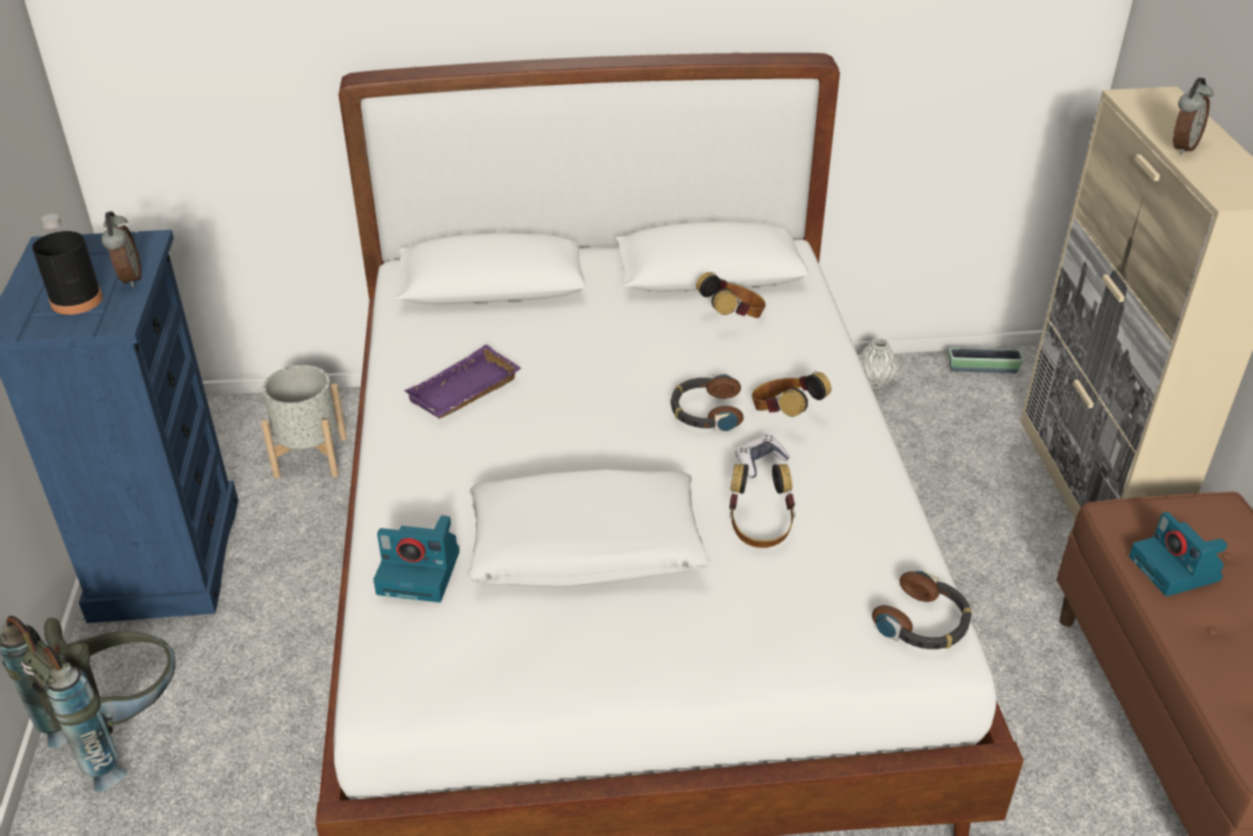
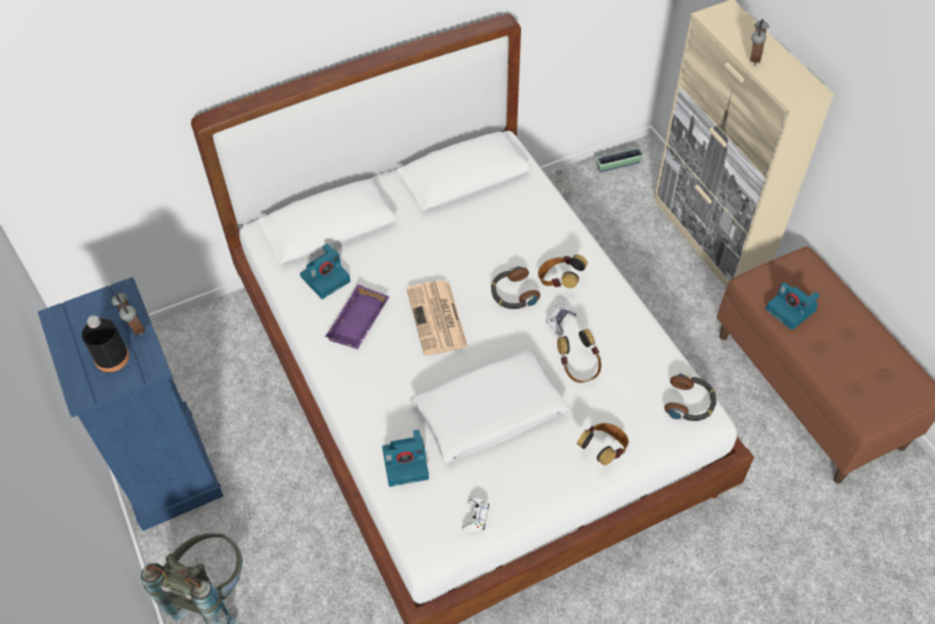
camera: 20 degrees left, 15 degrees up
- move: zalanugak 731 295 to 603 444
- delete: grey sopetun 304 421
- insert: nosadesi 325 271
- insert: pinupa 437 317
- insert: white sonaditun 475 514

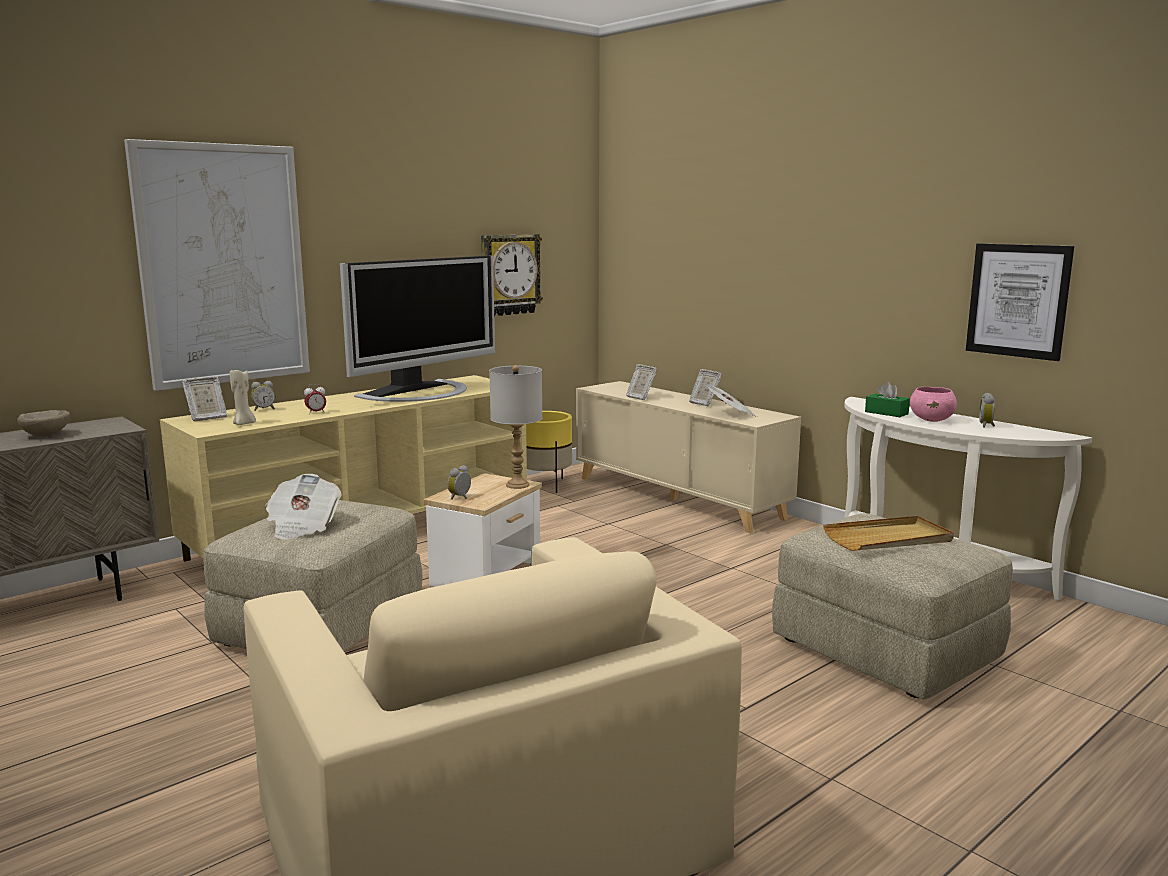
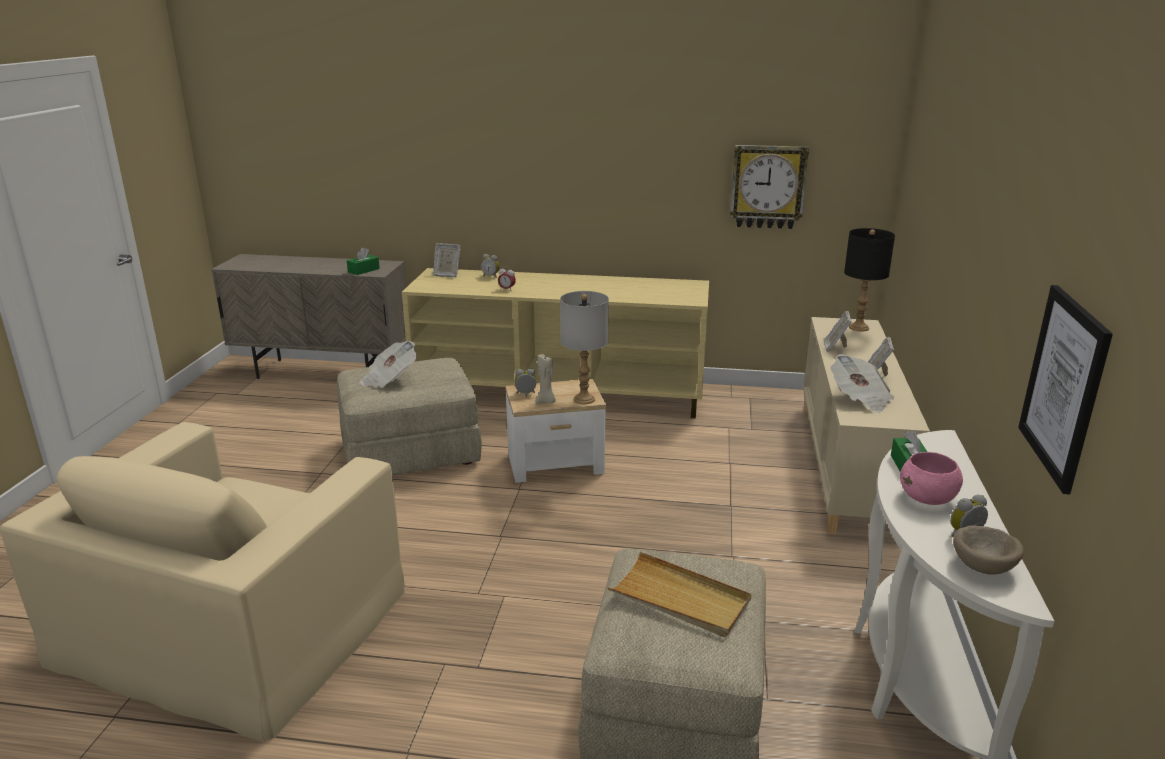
camera: 50 degrees right, 10 degrees up
- delete: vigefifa 217 265
- delete: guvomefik 417 329
- move: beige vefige 243 396 to 546 378
- move: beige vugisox 43 423 to 988 550
- delete: yellow sopetun 549 452
- insert: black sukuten 869 279
- insert: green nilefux 363 261

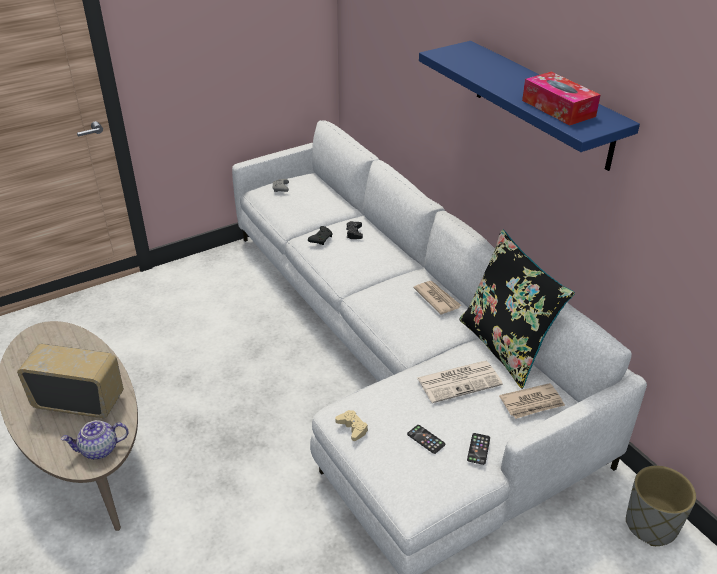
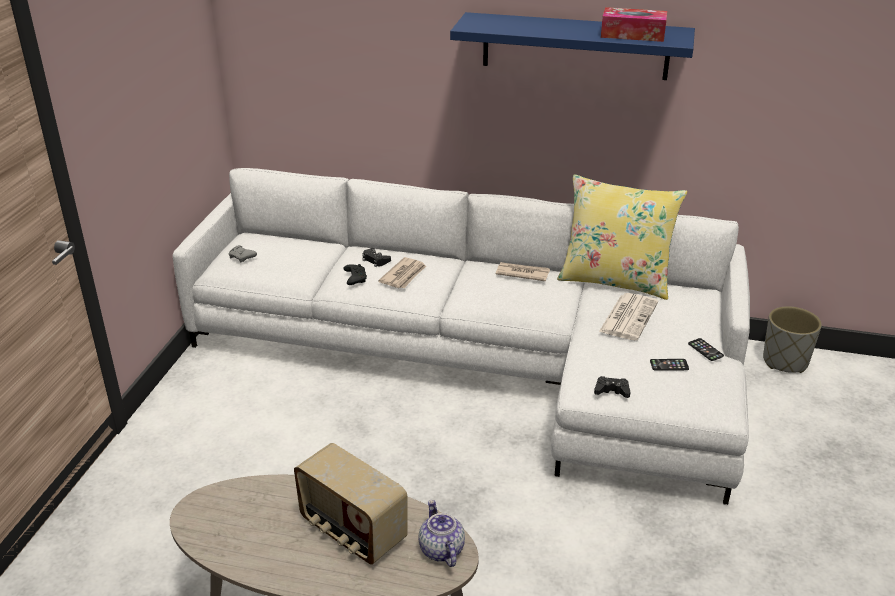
camera: 45 degrees left, 5 degrees down
- recolor: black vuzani 517 309 to yellow vuzani 622 237
- rotate: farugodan 70 381 = 351 504 105 degrees counterclockwise
- move: pinupa 532 401 to 402 272
- recolor: beige sonaditun 351 425 to black sonaditun 612 387
- rotate: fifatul 95 439 = 442 533 135 degrees clockwise

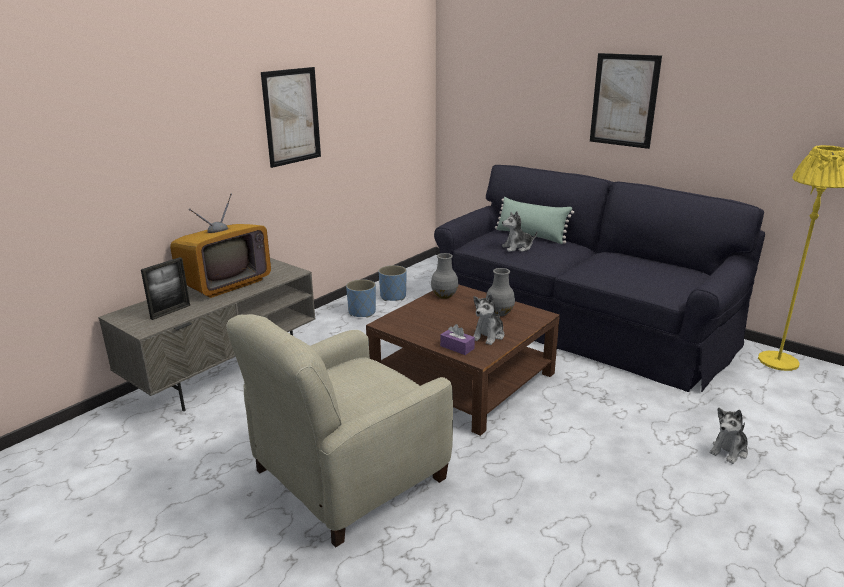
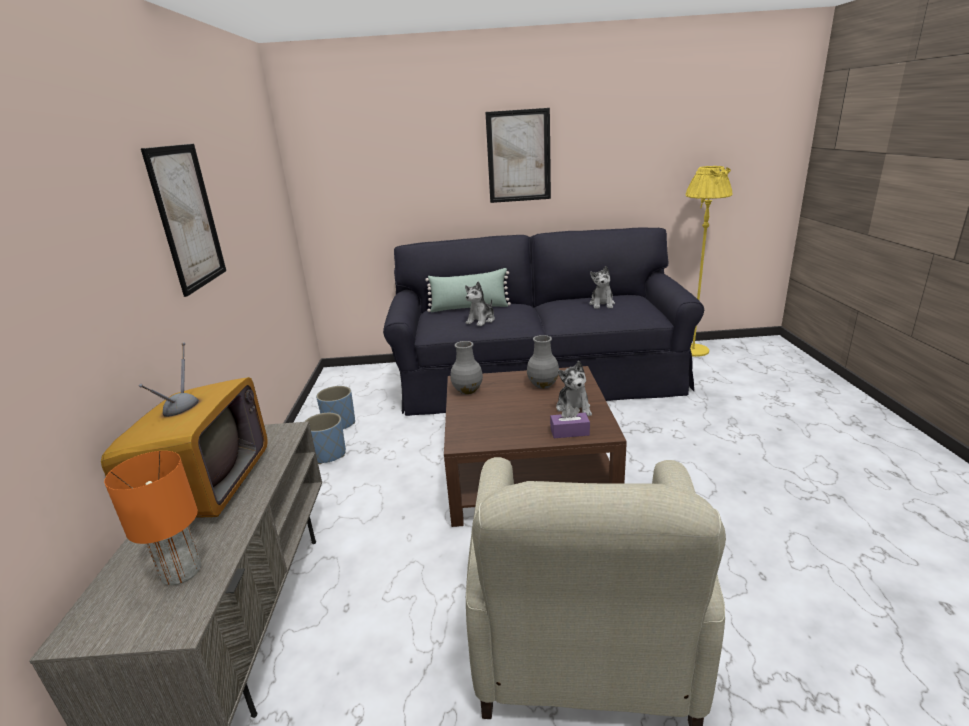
camera: 40 degrees left, 0 degrees up
- replace: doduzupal 165 288 to orange sukuten 152 518
- move: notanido 729 436 to 602 287

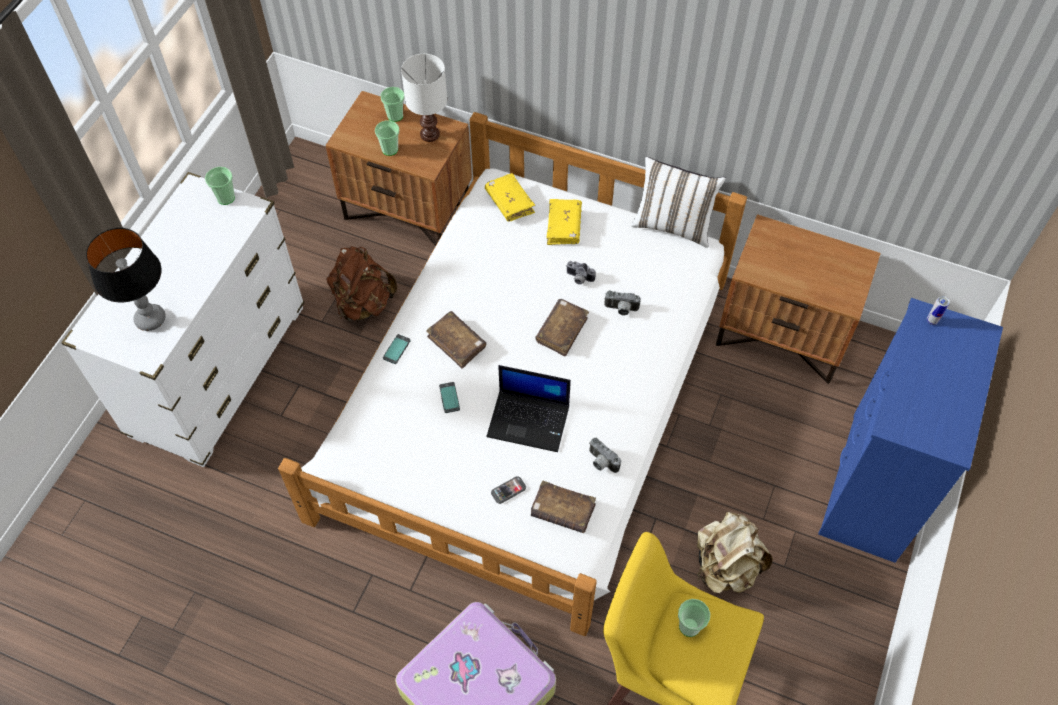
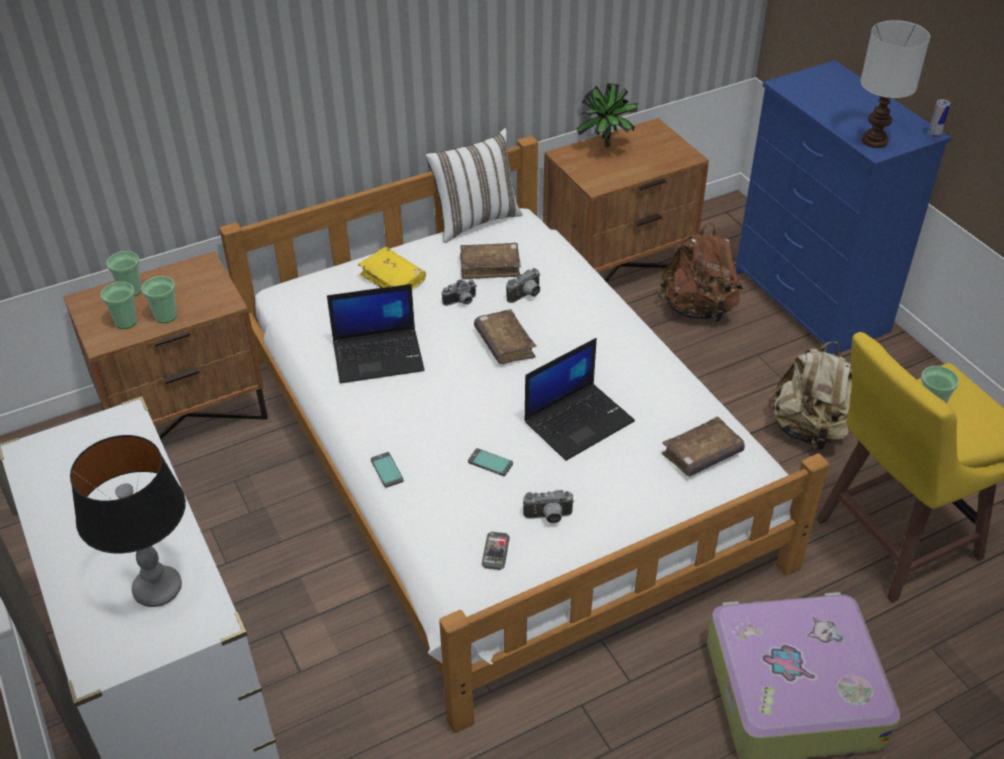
camera: 50 degrees left, 15 degrees down
- move: white sukuten 424 98 to 895 84
- move: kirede 220 186 to 118 305
- delete: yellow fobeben 510 197
- move: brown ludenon 362 284 to 700 272
- move: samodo 938 310 to 939 118
- move: brown fobeben 456 340 to 490 261
- move: nosadesi 605 455 to 548 507
- move: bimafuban 508 490 to 496 551
- insert: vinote 608 115
- insert: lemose 376 333

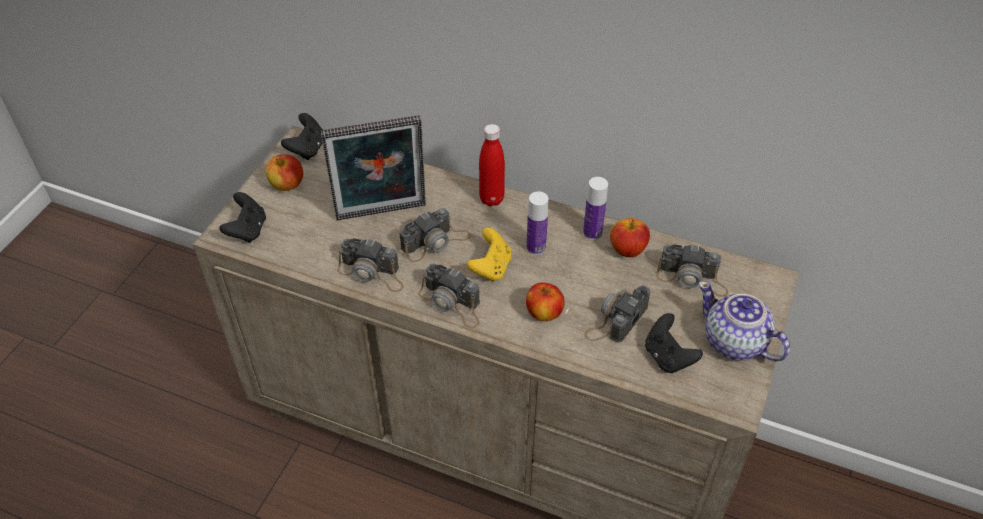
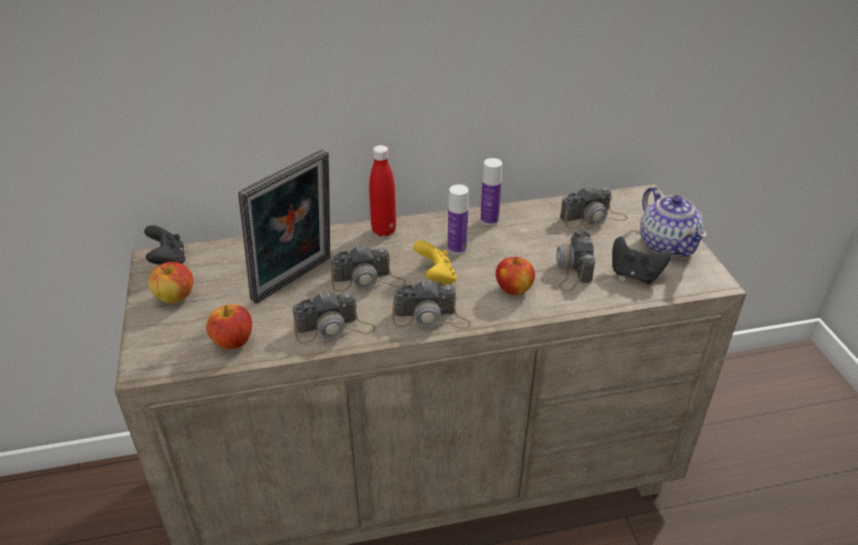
camera: 35 degrees left, 10 degrees down
- delete: black sonaditun 242 217
- rotate: nosadesi 435 235 = 368 268 60 degrees clockwise
- move: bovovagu 630 237 to 229 326
- rotate: fifatul 744 321 = 674 222 120 degrees counterclockwise

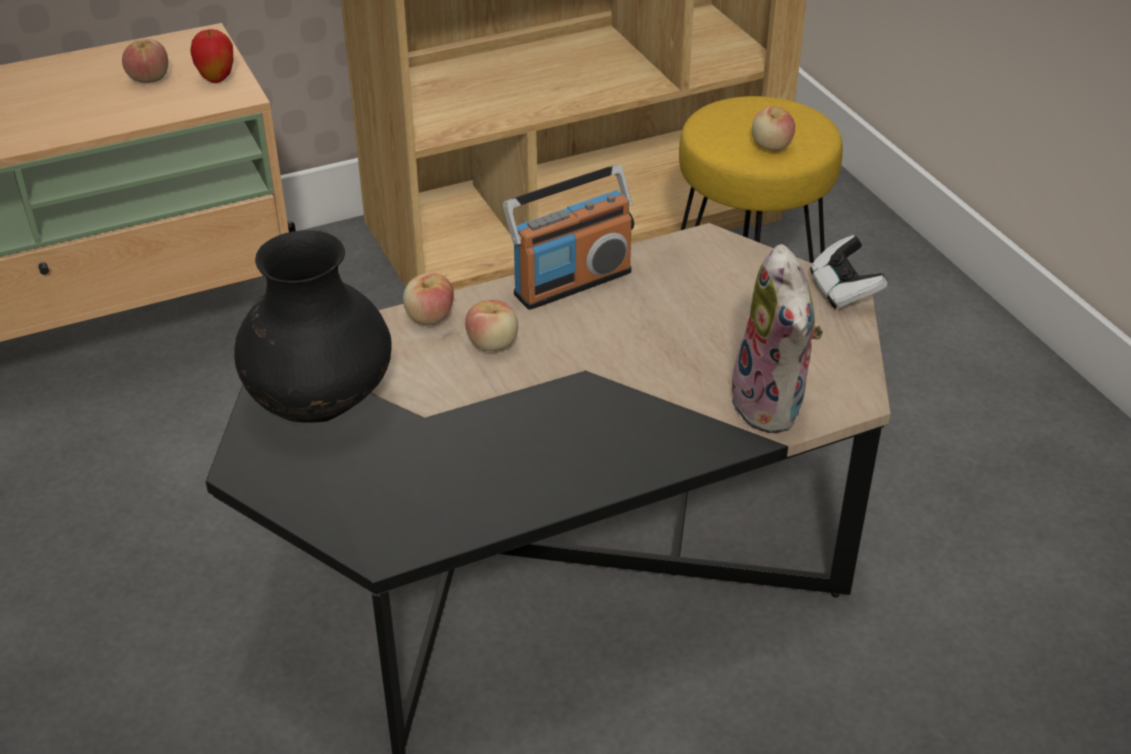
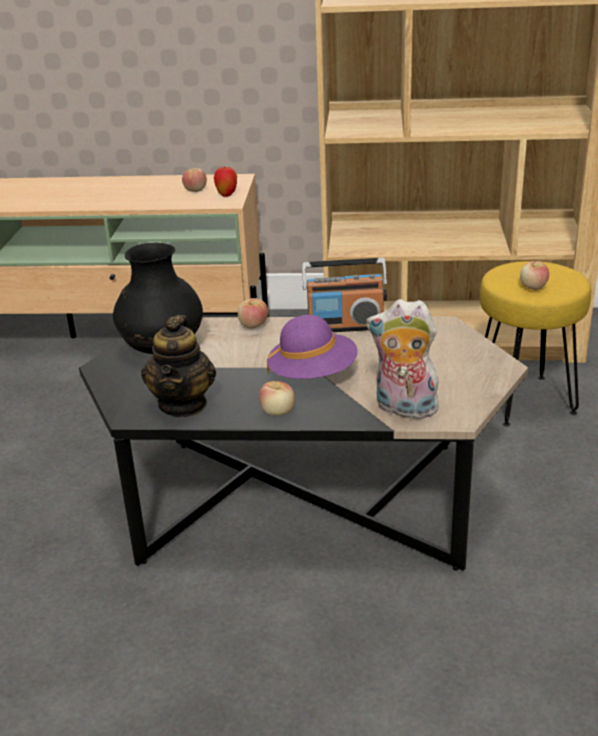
camera: 30 degrees right, 10 degrees down
- delete: sonaditun 849 272
- rotate: notanido 774 338 = 403 359 90 degrees clockwise
- move: bovovagu 491 325 to 277 398
- insert: fifatul 178 366
- insert: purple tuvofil 312 347

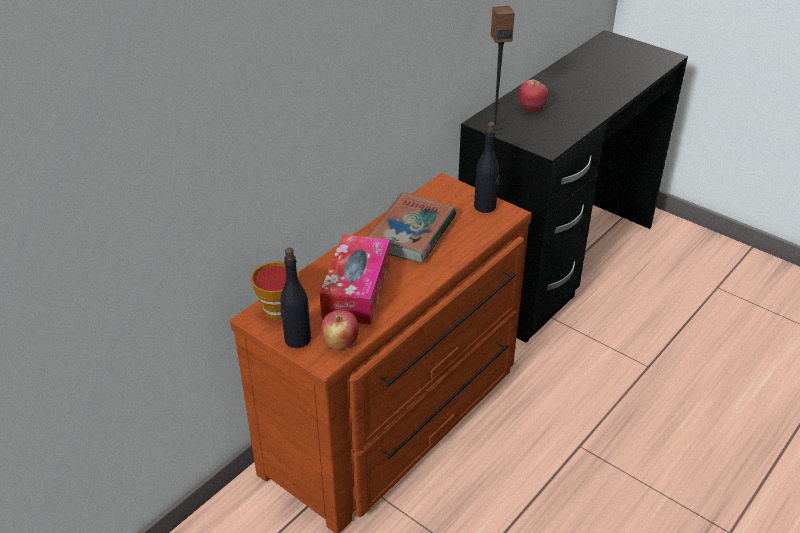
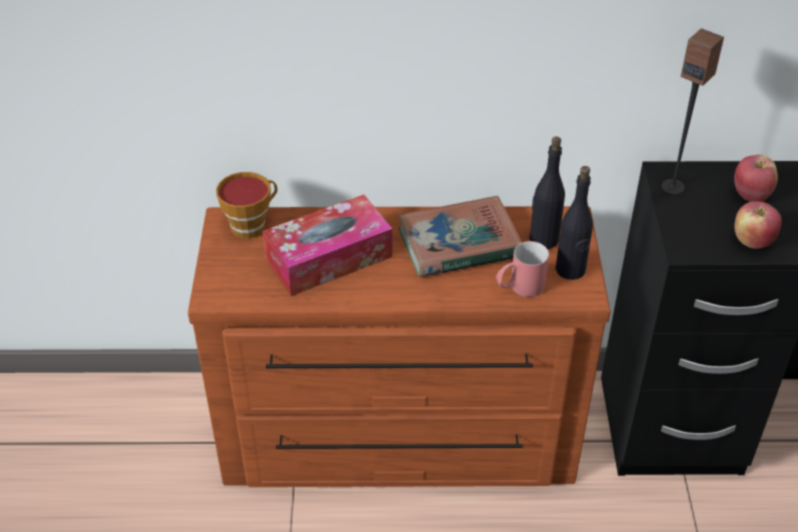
camera: 50 degrees right, 5 degrees up
- move: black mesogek 295 298 to 547 192
- move: bovovagu 340 330 to 758 225
- insert: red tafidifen 522 269

